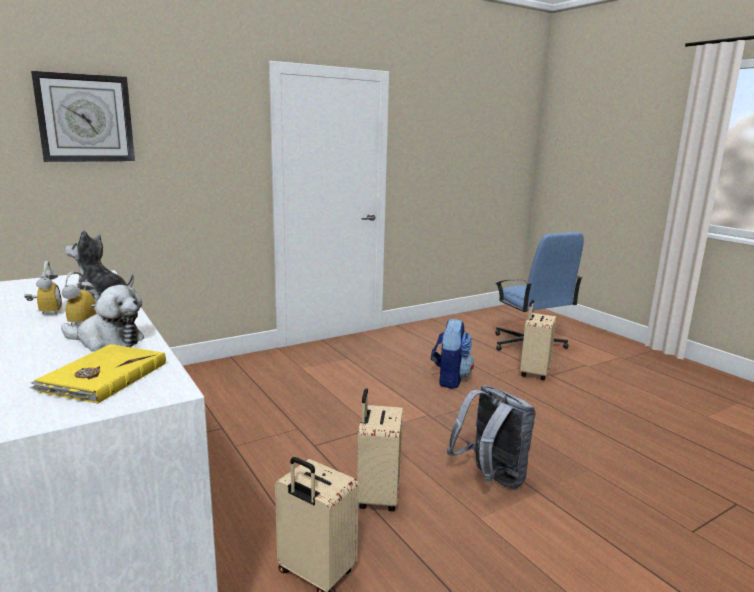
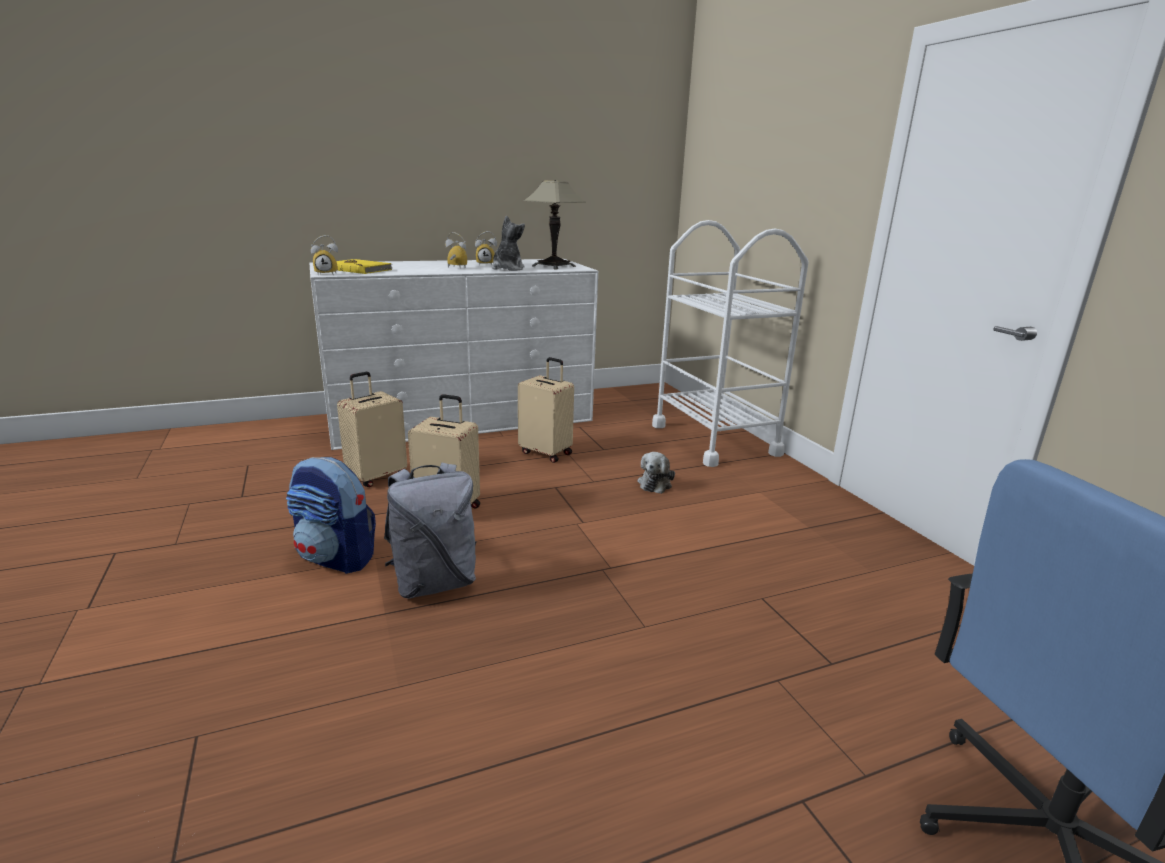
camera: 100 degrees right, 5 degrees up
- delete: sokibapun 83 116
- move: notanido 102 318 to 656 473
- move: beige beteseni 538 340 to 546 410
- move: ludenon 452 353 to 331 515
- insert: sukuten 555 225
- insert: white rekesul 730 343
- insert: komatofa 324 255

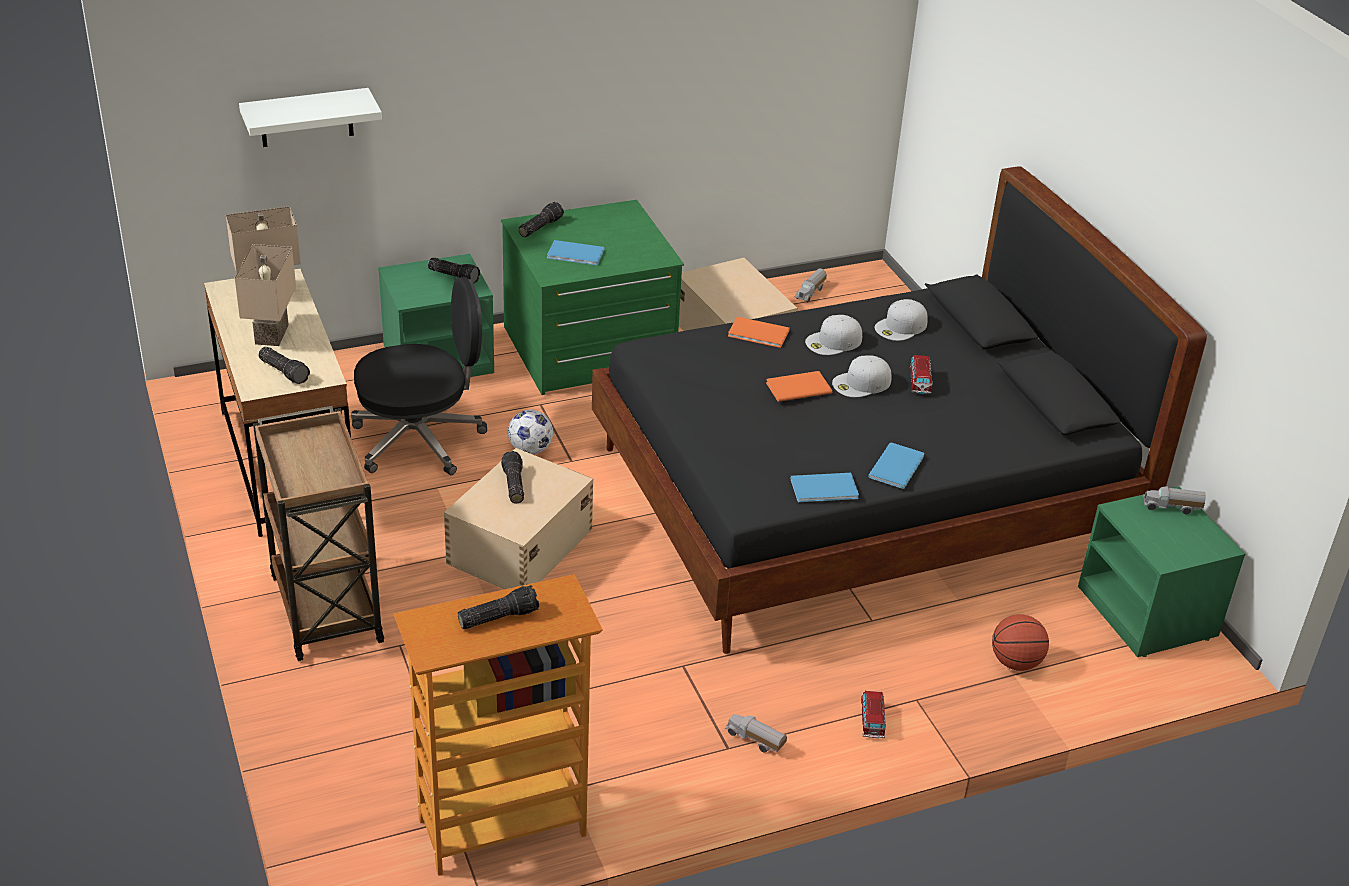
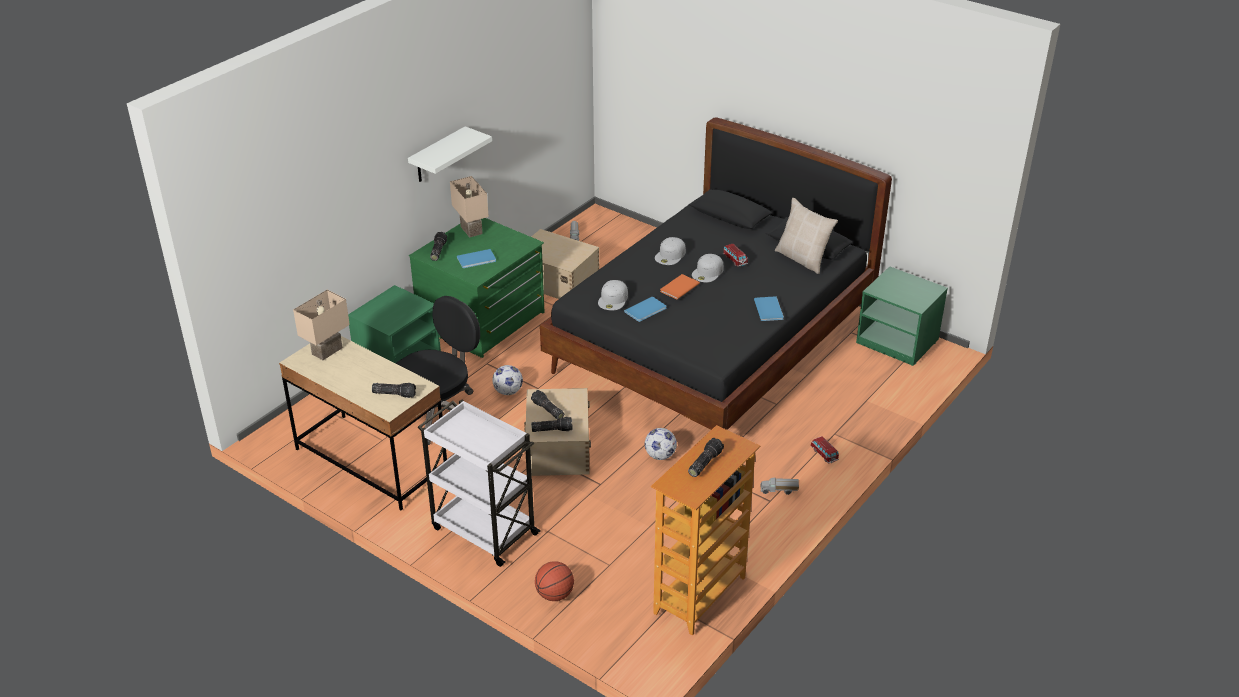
camera: 30 degrees left, 0 degrees up
- move: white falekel 310 117 to 450 154
- move: beige sukuten 265 295 to 469 207
- move: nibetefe 454 271 to 552 424
- move: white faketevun 901 320 to 613 295
- delete: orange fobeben 759 332
- recolor: brown rekesul 318 533 to white rekesul 479 483
- move: blue fobeben 824 487 to 645 309
- delete: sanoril 1174 500
- move: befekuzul 1020 642 to 554 581
- insert: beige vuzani 806 236
- insert: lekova 661 444

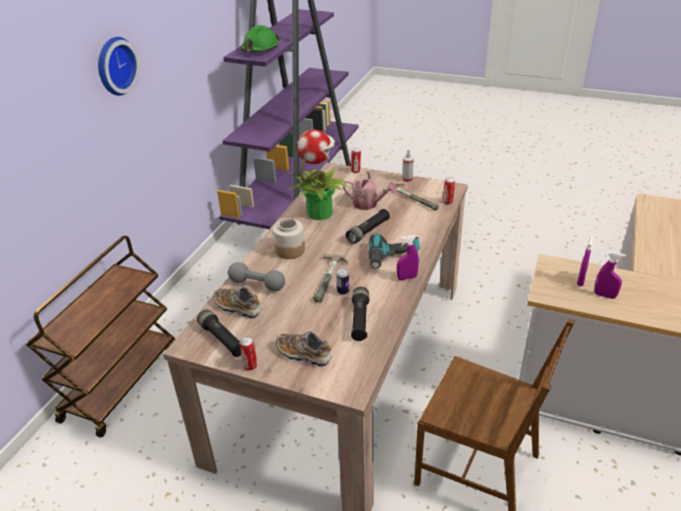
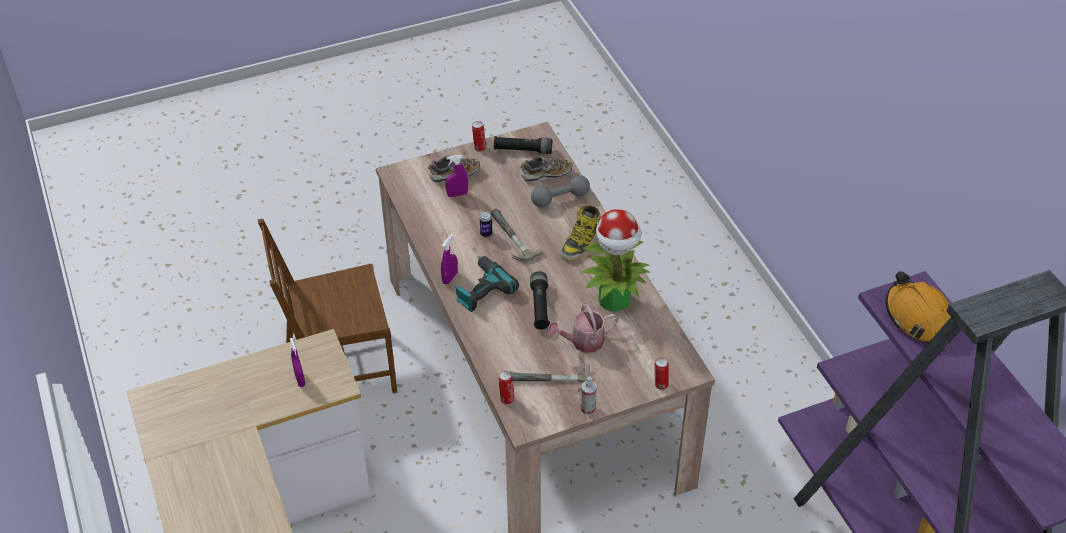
camera: 135 degrees right, 10 degrees up
- recolor: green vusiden 259 38 to orange vusiden 918 307
- delete: sokibapun 119 66
- replace: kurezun 289 238 to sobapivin 580 233
- delete: brown rekesul 100 337
- move: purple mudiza 610 275 to 456 176
- delete: black nibetefe 360 314

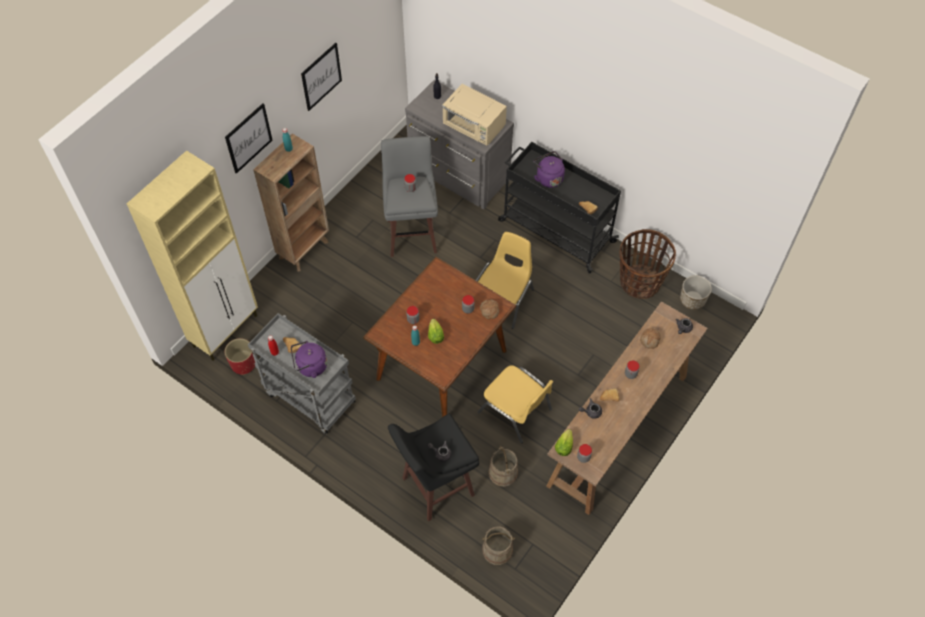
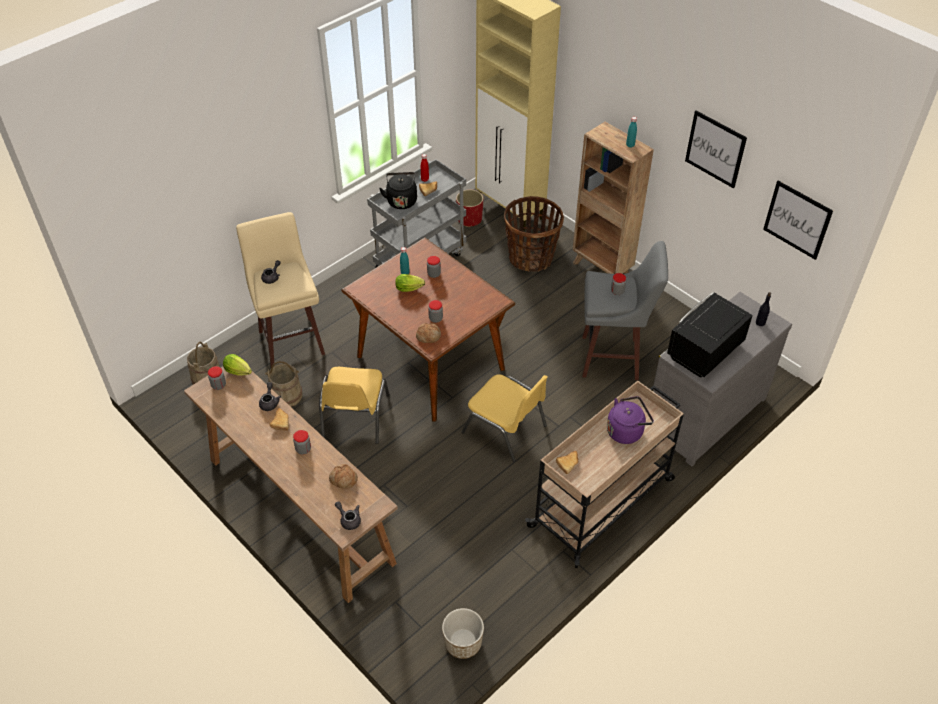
camera: 100 degrees right, 10 degrees down
- recolor: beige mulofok 474 115 to black mulofok 710 335
- move: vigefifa 249 138 to 798 220
- recolor: black rekesul 559 207 to beige rekesul 604 474
- move: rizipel 647 264 to 534 234
- recolor: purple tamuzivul 309 359 to black tamuzivul 398 190
- rotate: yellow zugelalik 516 404 = 354 405 45 degrees counterclockwise
- recolor: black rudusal 433 468 to beige rudusal 280 289

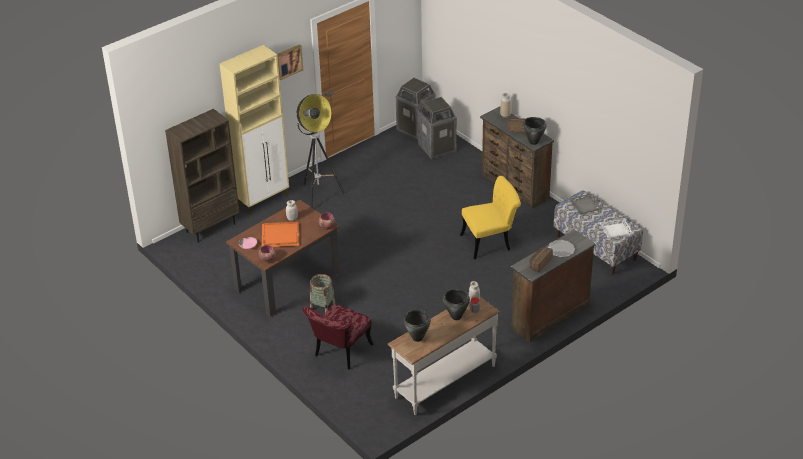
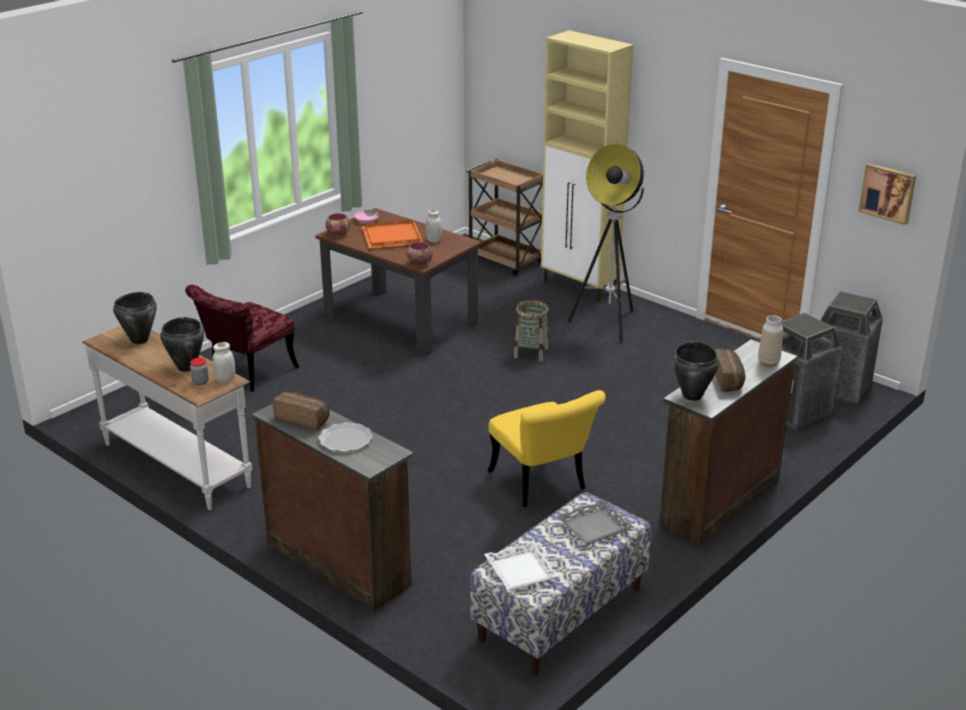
camera: 80 degrees right, 10 degrees down
- move: vigefifa 290 62 to 887 194
- replace: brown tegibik 202 176 to brown rekesul 504 217
- move: rizipel 323 293 to 531 331
- rotate: red zugelalik 337 336 = 242 338 75 degrees counterclockwise

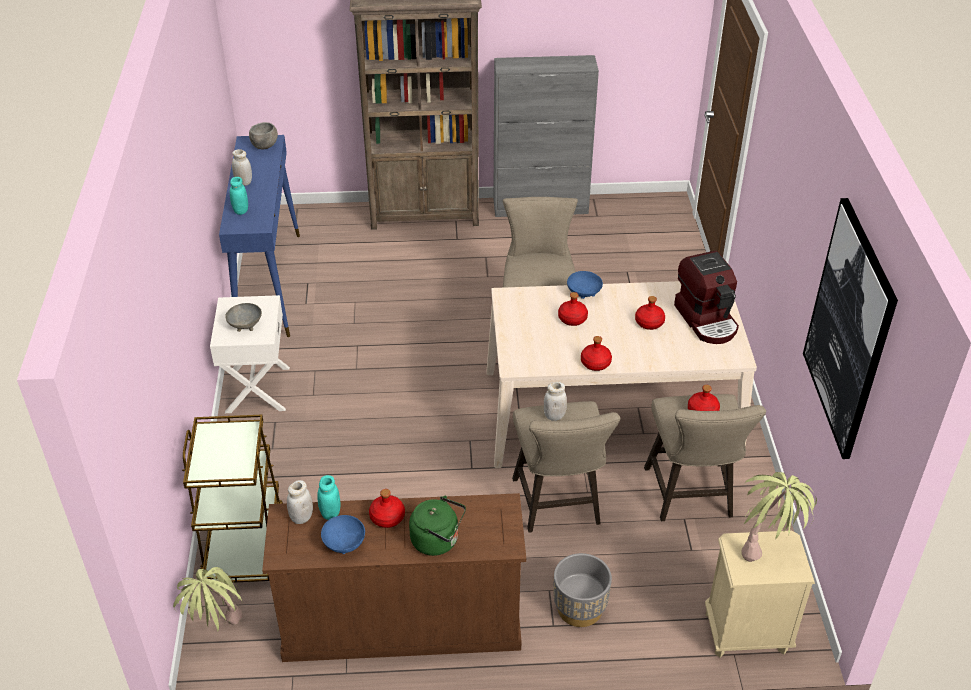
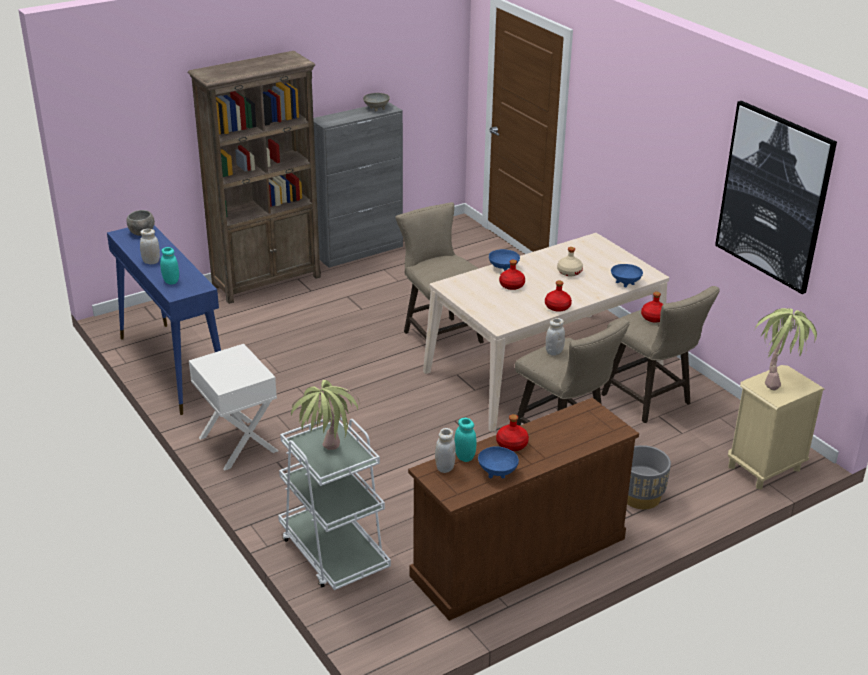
camera: 30 degrees left, 10 degrees down
- delete: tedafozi 706 297
- recolor: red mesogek 650 313 to beige mesogek 570 261
- move: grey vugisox 243 317 to 376 102
- recolor: brown rekesul 232 499 to white rekesul 334 503
- delete: green tamuzivul 437 526
- move: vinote 208 599 to 325 415
- insert: blue vugisox 627 275

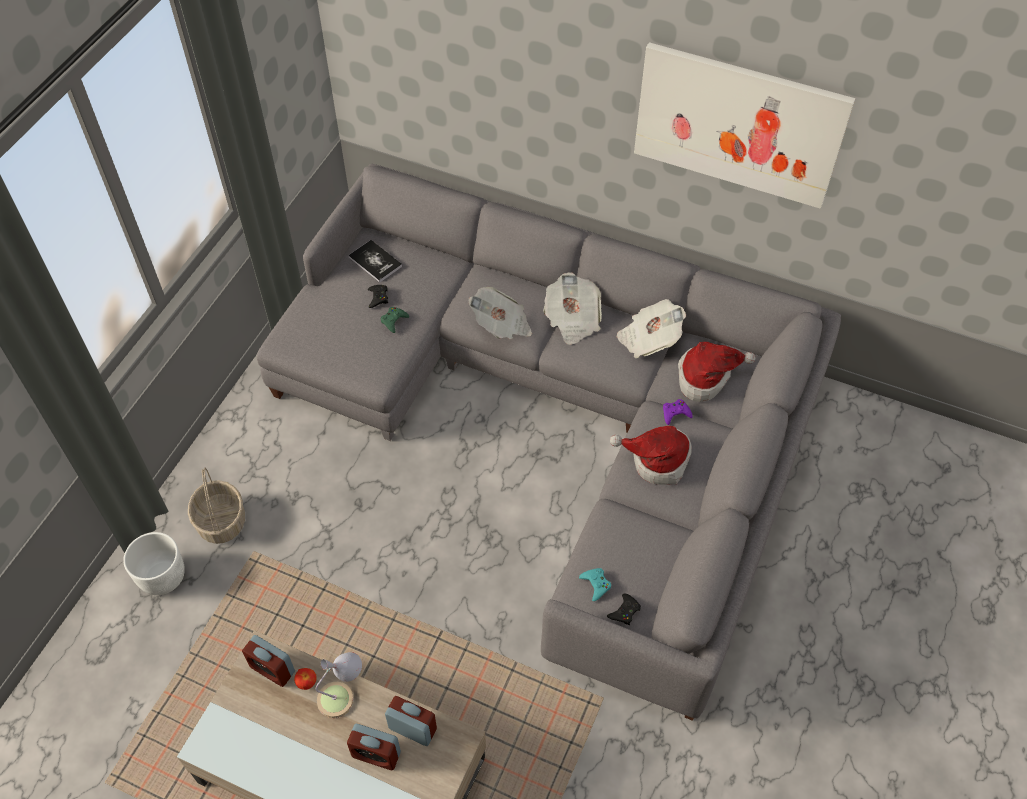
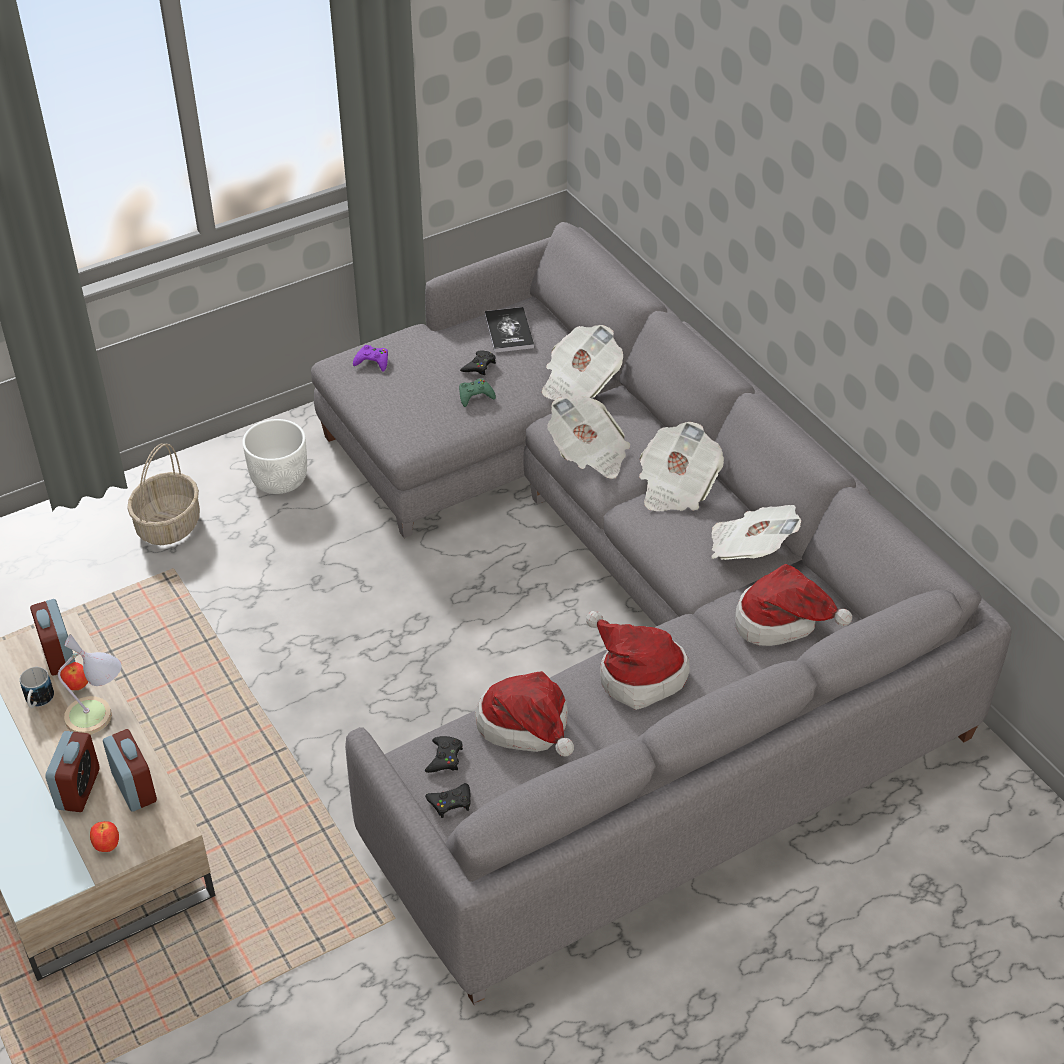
camera: 35 degrees right, 10 degrees down
- delete: vigefifa 745 125
- move: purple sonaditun 678 412 to 370 358
- move: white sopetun 154 563 to 274 456
- recolor: turquoise sonaditun 595 584 to black sonaditun 444 754
- rotate: komatofa 374 747 = 72 771 135 degrees counterclockwise
- insert: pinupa 582 362
- insert: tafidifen 37 687
- insert: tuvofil 524 714
- insert: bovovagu 104 836

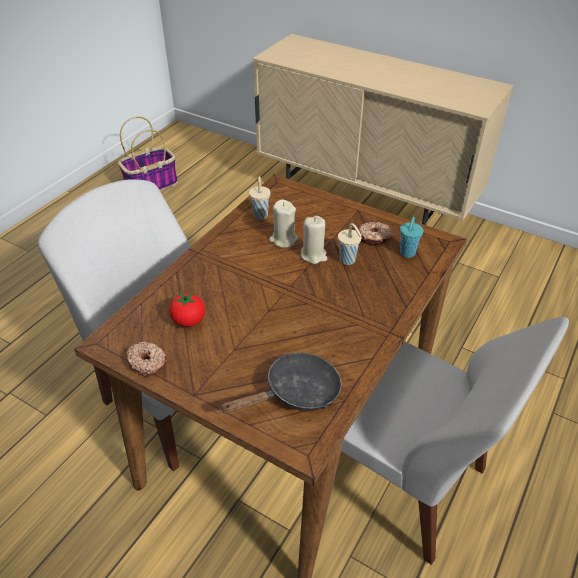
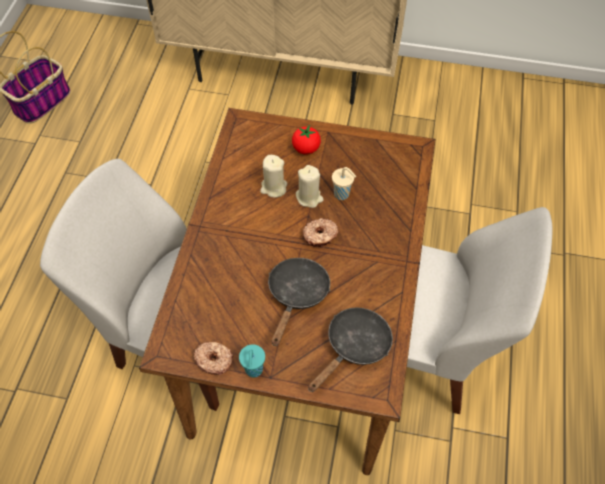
camera: 20 degrees left, 15 degrees up
- delete: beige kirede 260 197
- move: turquoise kirede 411 237 to 252 361
- move: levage 375 233 to 321 232
- move: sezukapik 187 309 to 306 139
- insert: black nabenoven 299 302

